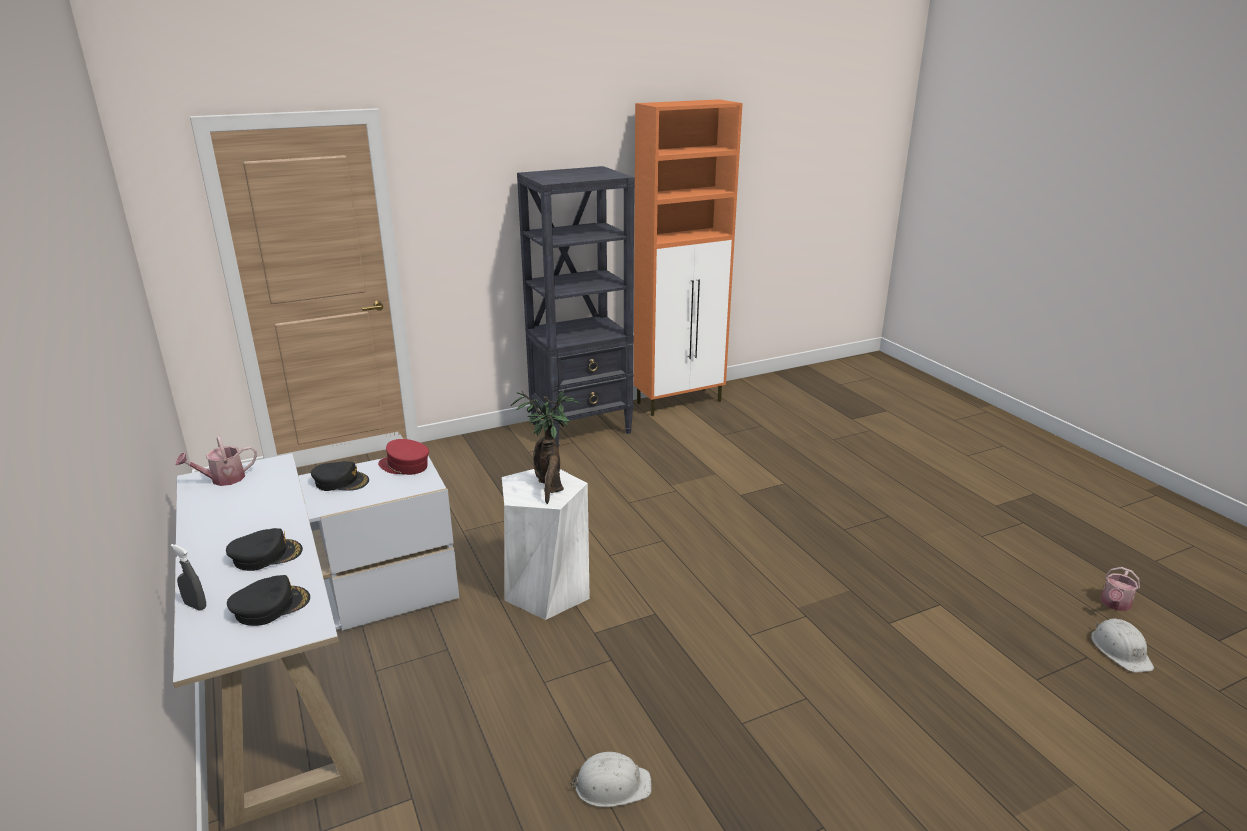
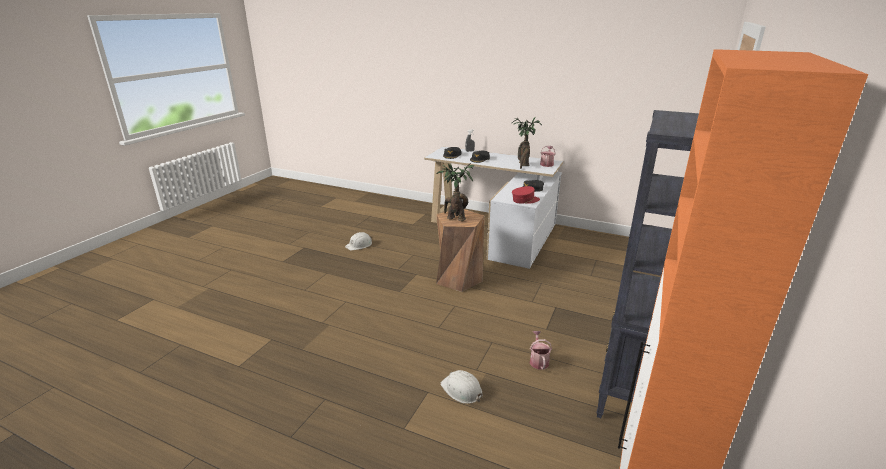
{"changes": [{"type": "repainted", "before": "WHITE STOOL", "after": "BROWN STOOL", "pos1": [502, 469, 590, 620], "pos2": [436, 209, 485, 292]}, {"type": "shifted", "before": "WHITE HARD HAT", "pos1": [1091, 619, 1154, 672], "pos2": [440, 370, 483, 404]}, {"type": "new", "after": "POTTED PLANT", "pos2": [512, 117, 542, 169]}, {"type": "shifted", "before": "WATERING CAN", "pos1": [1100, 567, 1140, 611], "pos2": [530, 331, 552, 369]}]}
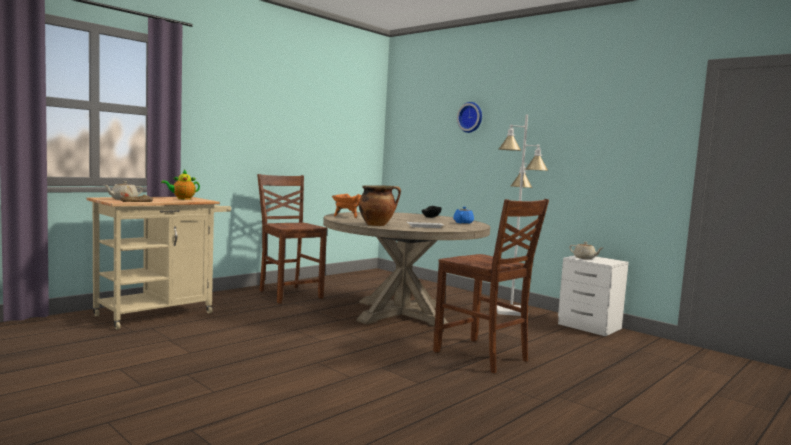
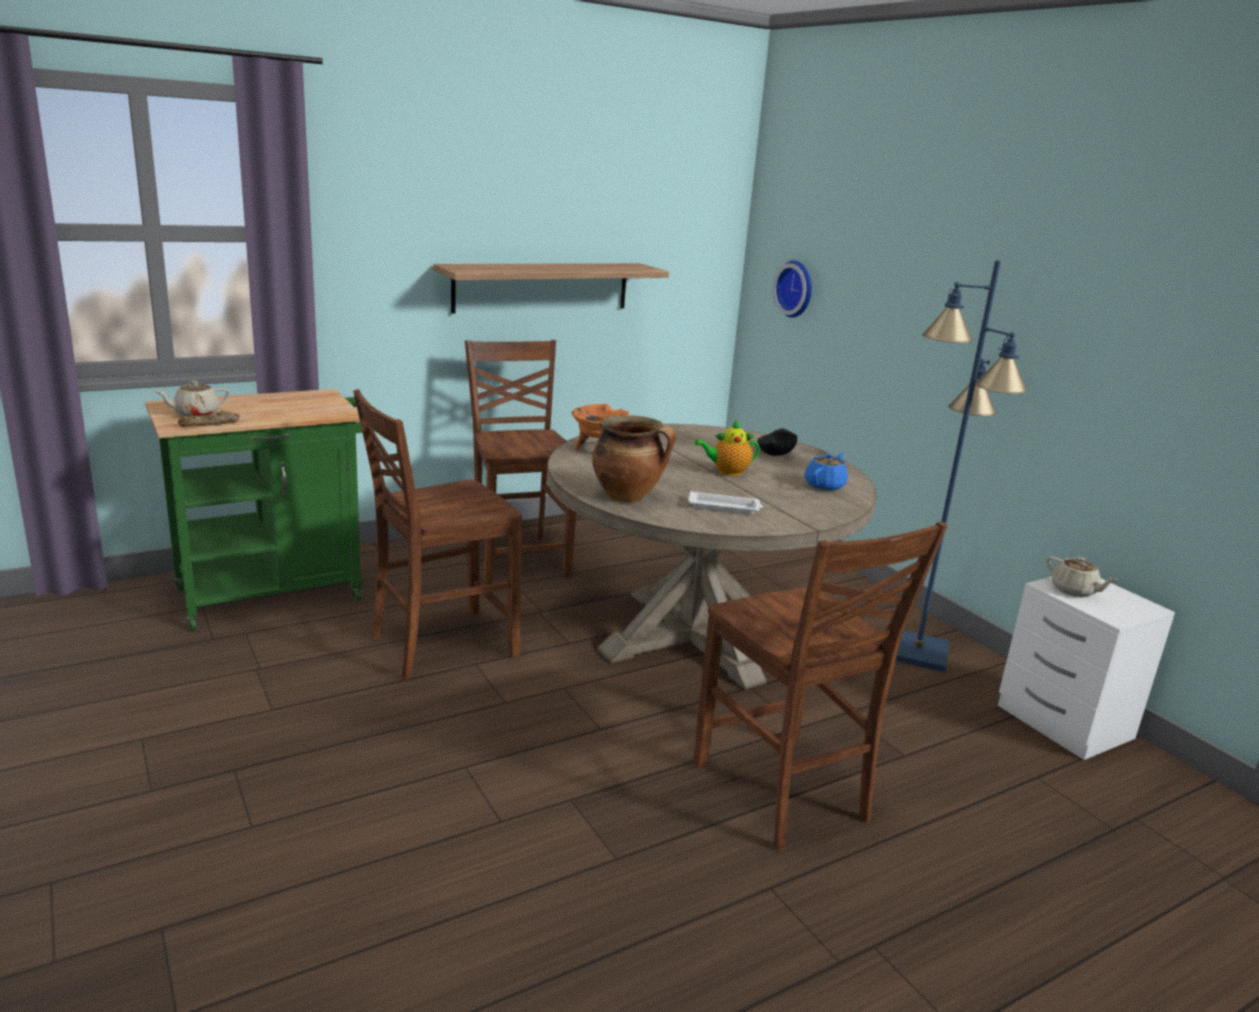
{"changes": [{"type": "repainted", "before": "BEIGE CART", "after": "GREEN CART", "pos1": [87, 197, 231, 330], "pos2": [145, 389, 376, 631]}, {"type": "new", "after": "BROWN CHAIR", "pos2": [353, 389, 522, 680]}, {"type": "new", "after": "SHELF", "pos2": [434, 263, 669, 314]}, {"type": "shifted", "before": "TEAPOT", "pos1": [161, 170, 200, 200], "pos2": [695, 420, 760, 476]}, {"type": "shifted", "before": "WALL CLOCK", "pos1": [457, 102, 482, 133], "pos2": [773, 260, 812, 318]}, {"type": "repainted", "before": "WHITE FLOOR LAMP", "after": "BLUE FLOOR LAMP", "pos1": [497, 115, 549, 316], "pos2": [896, 260, 1028, 672]}]}
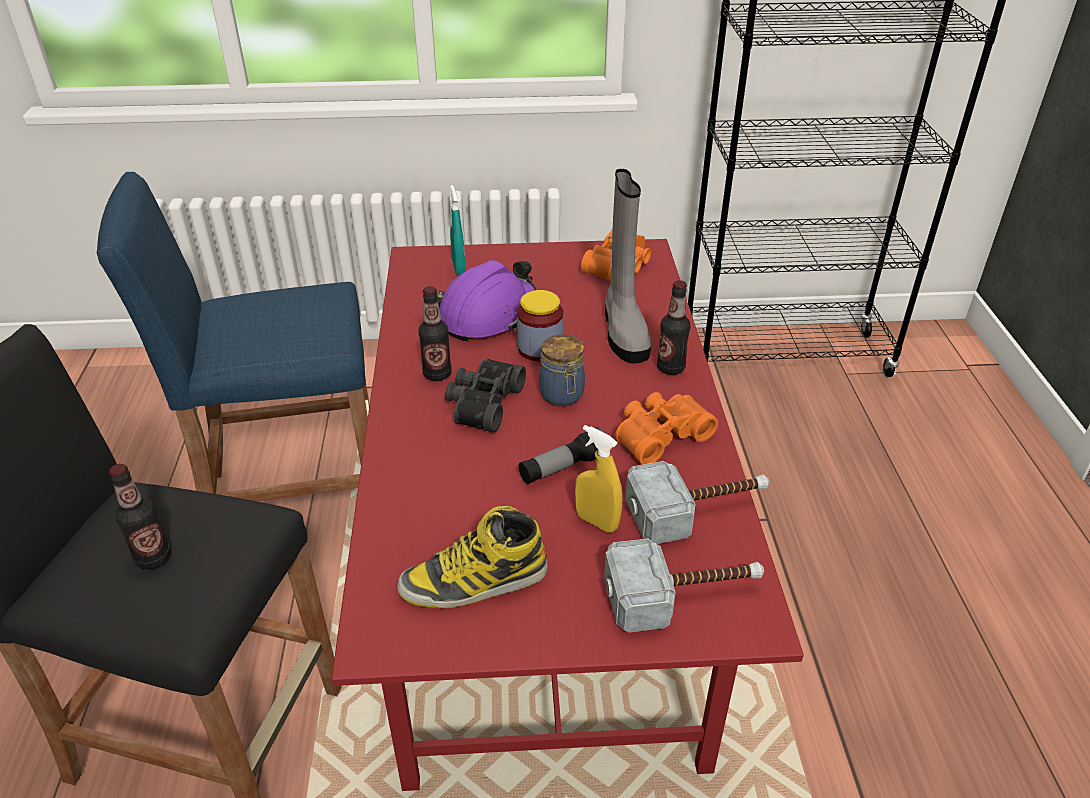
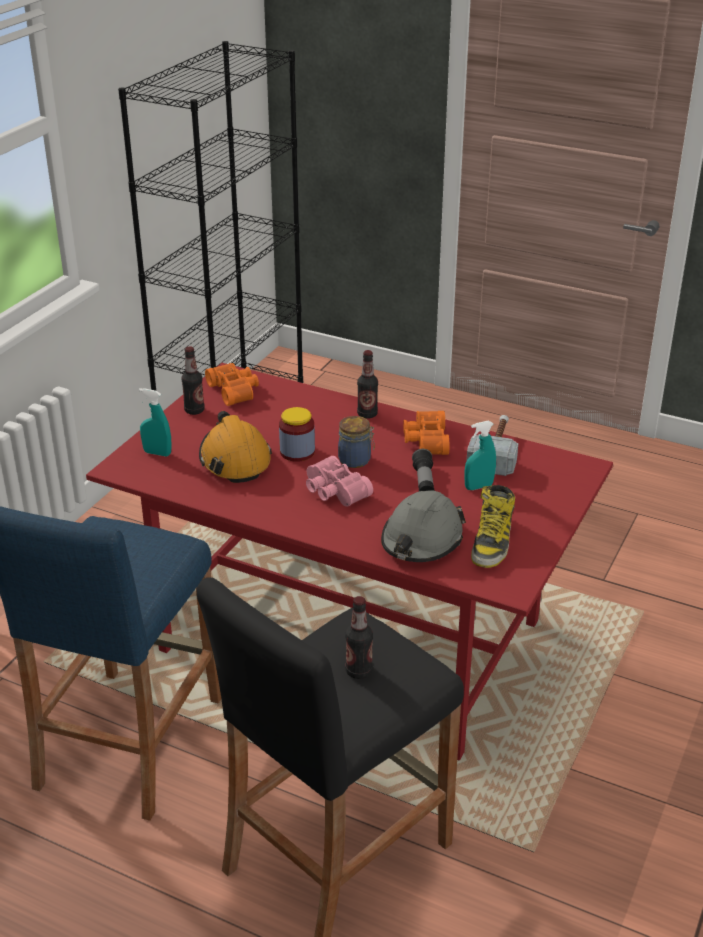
{"changes": [{"type": "shifted", "before": "BOTTLE", "pos1": [419, 286, 452, 381], "pos2": [182, 347, 205, 415]}, {"type": "repainted", "before": "PURPLE HARD HAT", "after": "ORANGE HARD HAT", "pos1": [437, 260, 536, 341], "pos2": [199, 411, 272, 483]}, {"type": "repainted", "before": "BLACK BINOCULARS", "after": "PINK BINOCULARS", "pos1": [445, 359, 526, 433], "pos2": [306, 456, 373, 507]}, {"type": "new", "after": "GREY HARD HAT", "pos2": [381, 490, 466, 562]}, {"type": "repainted", "before": "YELLOW SPRAY BOTTLE", "after": "TURQUOISE SPRAY BOTTLE", "pos1": [575, 425, 622, 533], "pos2": [464, 421, 496, 490]}, {"type": "gone", "before": "HAMMER", "pos1": [604, 539, 764, 632]}, {"type": "gone", "before": "GREY BOOT", "pos1": [605, 169, 651, 363]}]}
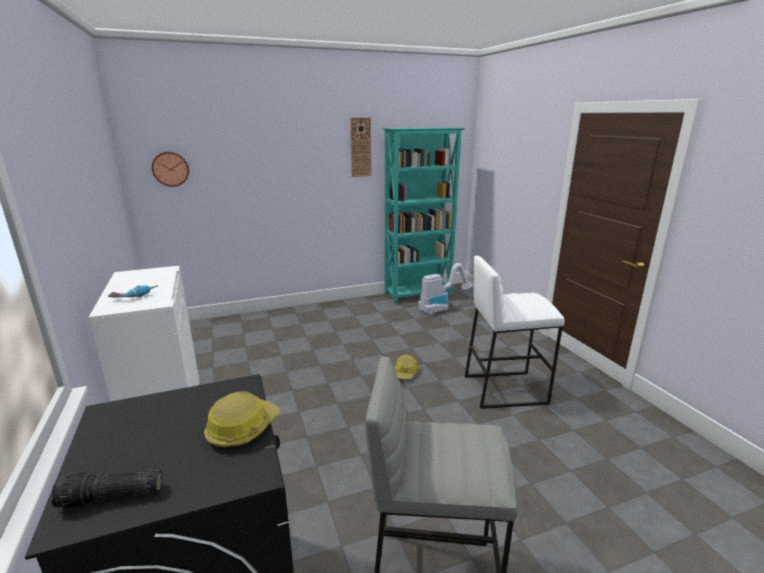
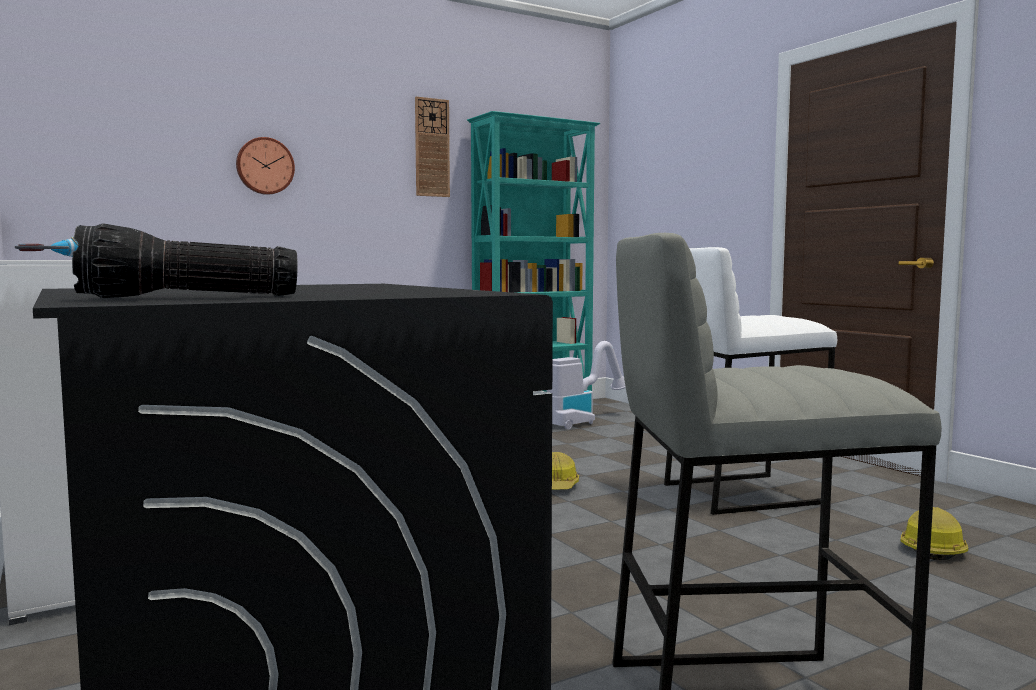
{"changes": [{"type": "shifted", "before": "WALL CLOCK", "pos1": [152, 152, 189, 187], "pos2": [236, 137, 295, 195]}, {"type": "shifted", "before": "HARD HAT", "pos1": [204, 391, 280, 449], "pos2": [901, 507, 968, 560]}]}
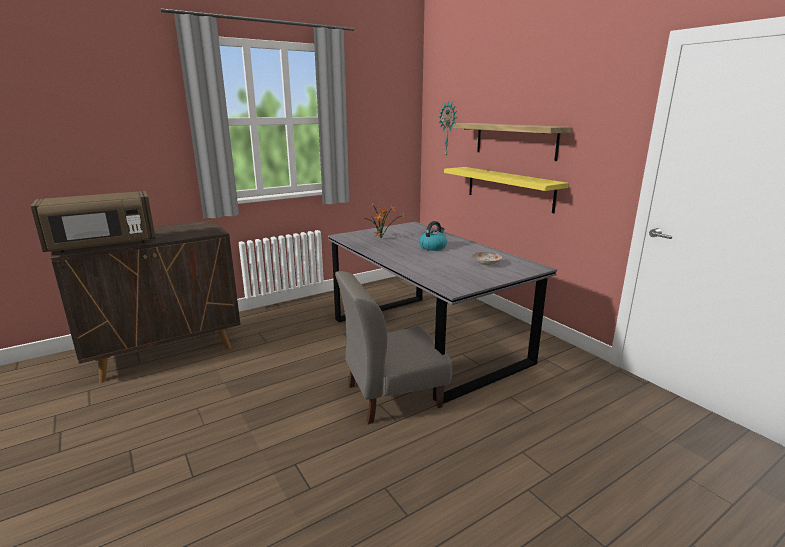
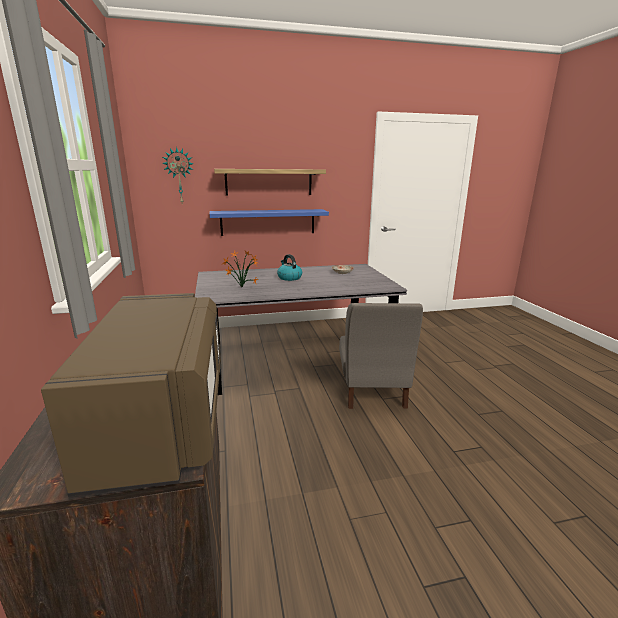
{"changes": [{"type": "repainted", "before": "YELLOW SHELF", "after": "BLUE SHELF", "pos1": [444, 167, 569, 213], "pos2": [210, 209, 329, 236]}]}
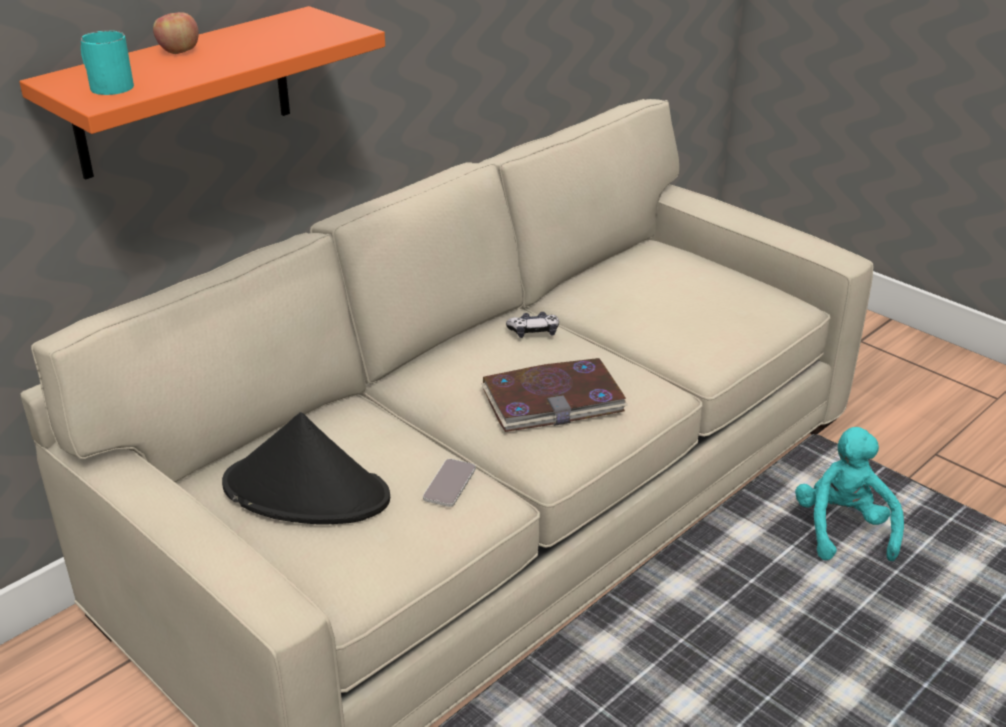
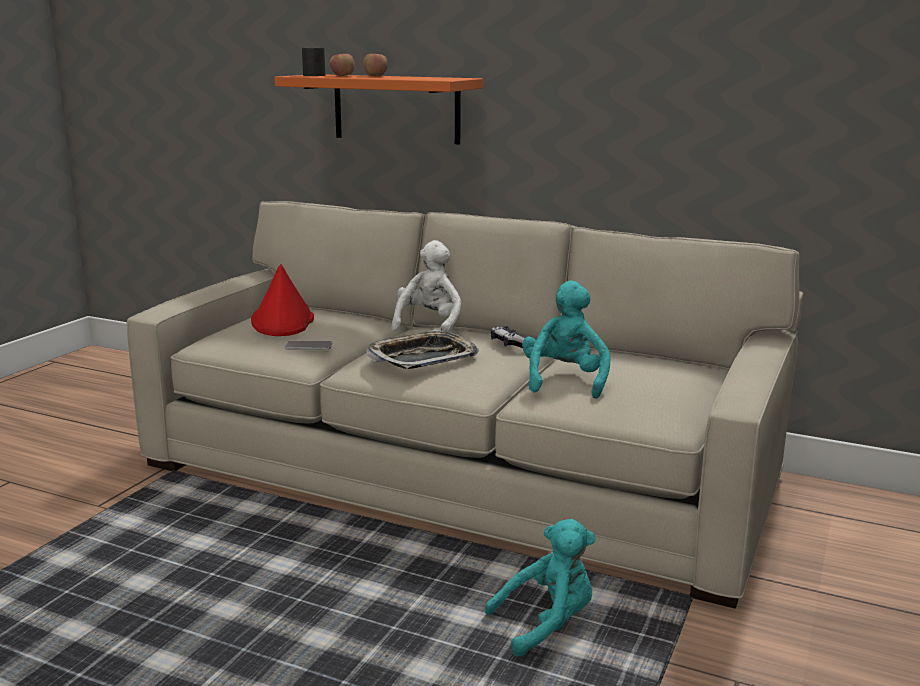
{"changes": [{"type": "repainted", "before": "BLACK HAT", "after": "RED HAT", "pos1": [222, 412, 390, 525], "pos2": [251, 264, 314, 336]}, {"type": "repainted", "before": "TURQUOISE MUG", "after": "BLACK MUG", "pos1": [80, 30, 134, 95], "pos2": [302, 47, 325, 76]}, {"type": "new", "after": "APPLE", "pos2": [330, 54, 355, 76]}, {"type": "swapped", "before": "BOOK", "after": "TRAY", "pos1": [481, 358, 629, 432], "pos2": [366, 330, 479, 369]}, {"type": "new", "after": "WHITE PLUSH TOY", "pos2": [391, 240, 462, 332]}, {"type": "new", "after": "TURQUOISE PLUSH TOY", "pos2": [522, 281, 610, 399]}]}
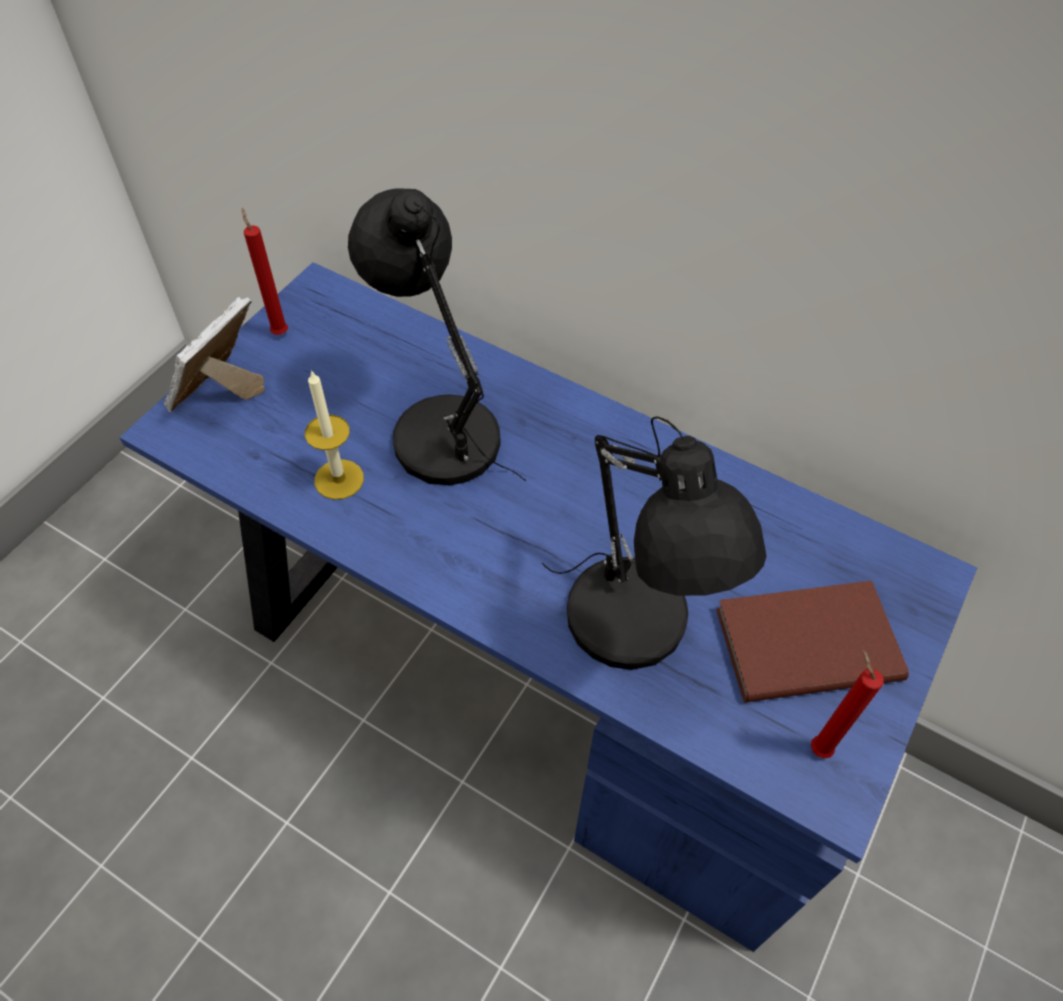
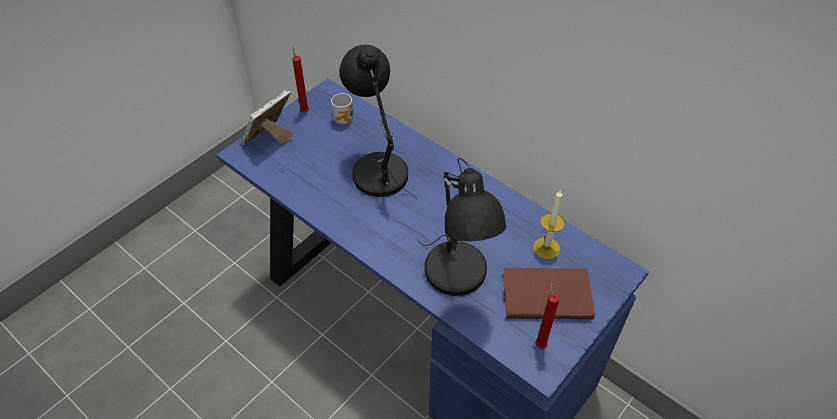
{"changes": [{"type": "new", "after": "MUG", "pos2": [331, 93, 353, 124]}, {"type": "shifted", "before": "CANDLE", "pos1": [305, 370, 364, 500], "pos2": [533, 189, 565, 259]}]}
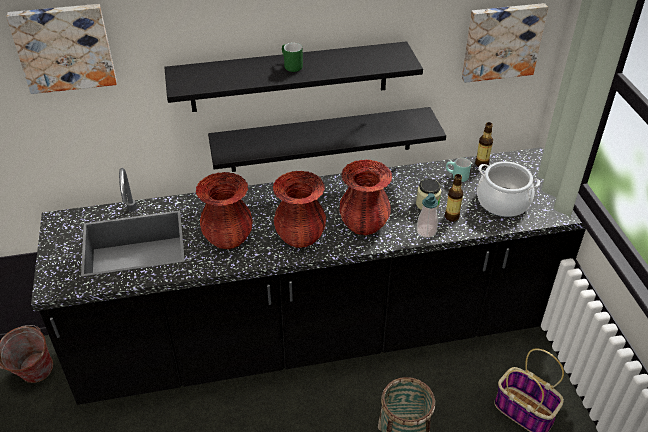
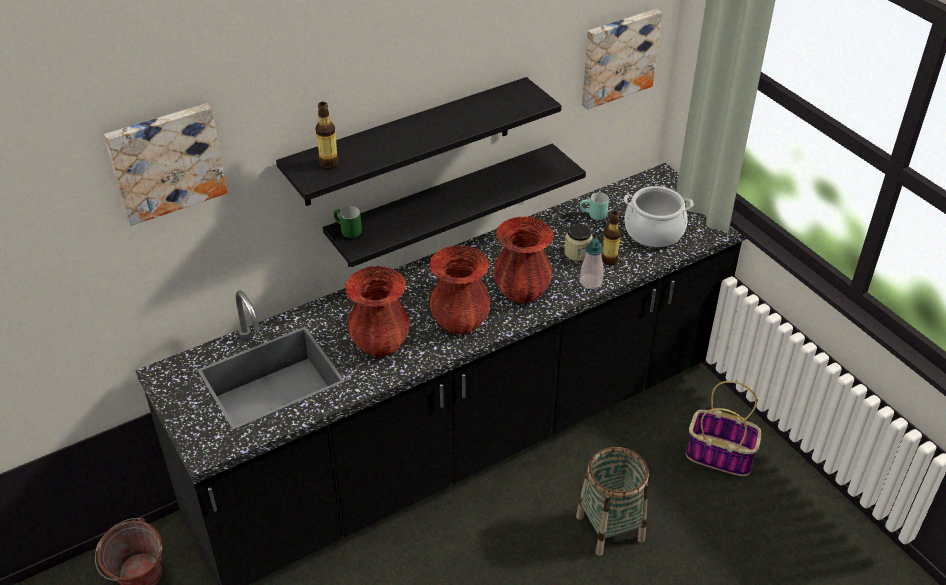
{"changes": [{"type": "shifted", "before": "BOTTLE", "pos1": [475, 122, 493, 168], "pos2": [315, 102, 339, 169]}, {"type": "shifted", "before": "GREEN MUG", "pos1": [282, 43, 303, 72], "pos2": [333, 206, 362, 238]}]}
